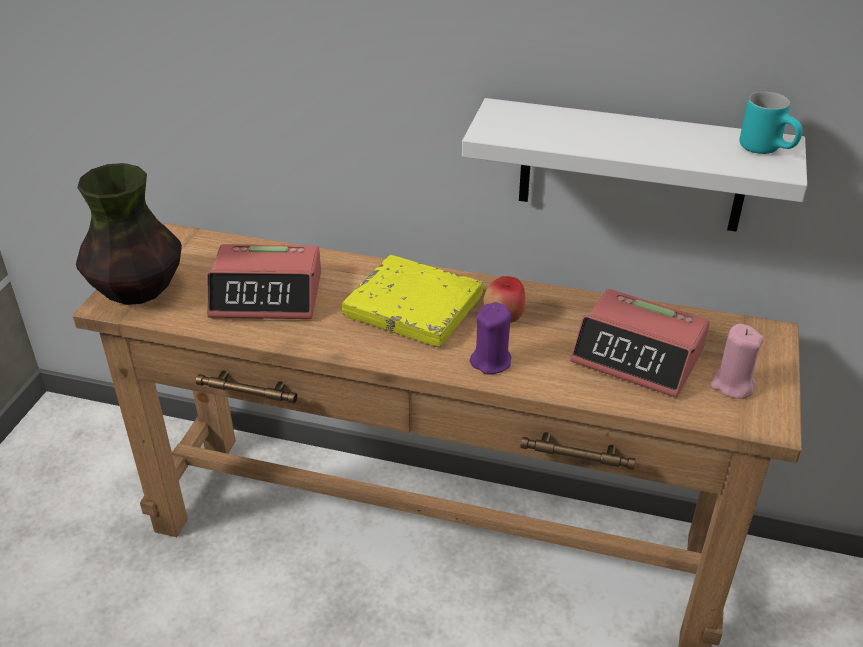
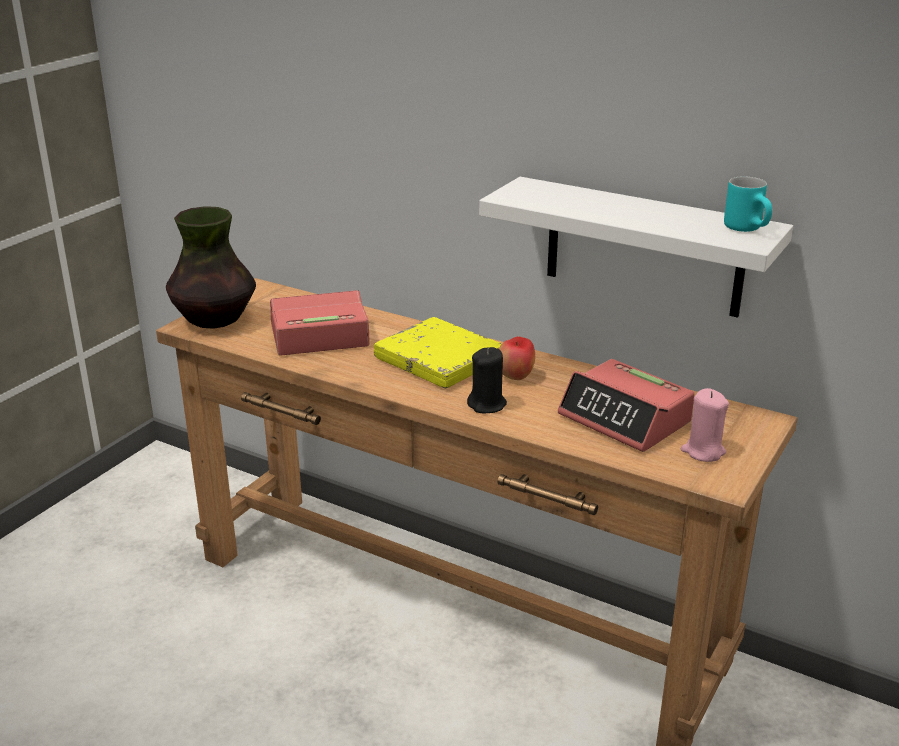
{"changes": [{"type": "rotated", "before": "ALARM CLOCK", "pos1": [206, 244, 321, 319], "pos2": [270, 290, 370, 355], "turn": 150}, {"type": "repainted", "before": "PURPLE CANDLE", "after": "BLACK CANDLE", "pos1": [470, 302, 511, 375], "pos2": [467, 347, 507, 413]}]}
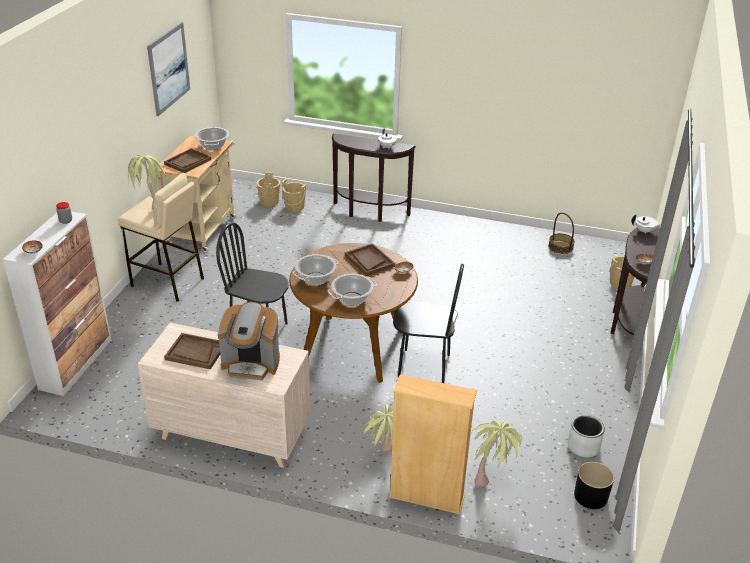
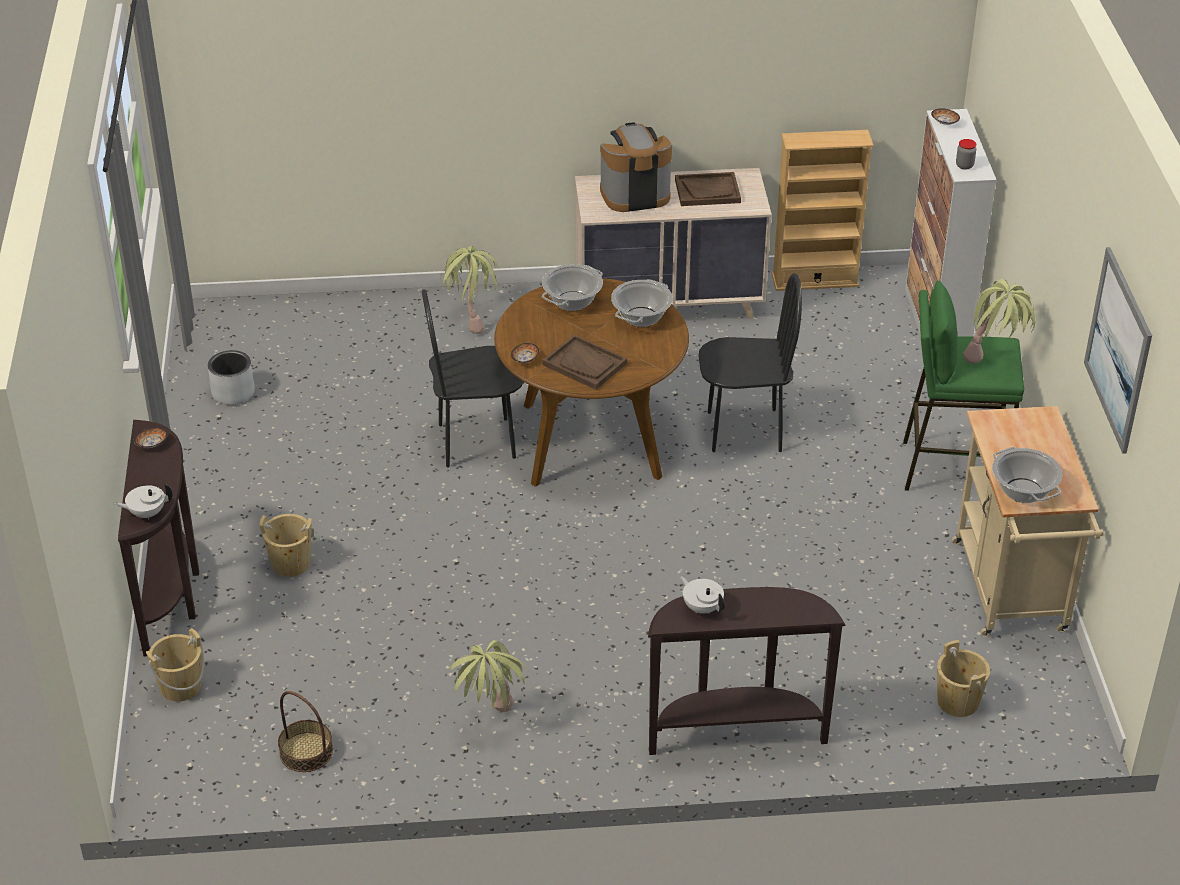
{"changes": [{"type": "shifted", "before": "BEIGE BUCKET", "pos1": [282, 179, 306, 212], "pos2": [260, 514, 314, 577]}, {"type": "shifted", "before": "POTTED PLANT", "pos1": [472, 421, 522, 488], "pos2": [450, 640, 530, 712]}, {"type": "shifted", "before": "BEIGE BOOKCASE", "pos1": [389, 374, 477, 514], "pos2": [772, 130, 873, 291]}, {"type": "repainted", "before": "BEIGE STOOL", "after": "GREEN STOOL", "pos1": [118, 173, 204, 302], "pos2": [903, 281, 1024, 491]}, {"type": "gone", "before": "BROWN TRAY", "pos1": [164, 149, 211, 173]}, {"type": "gone", "before": "BLACK PLANTER", "pos1": [574, 462, 614, 509]}]}
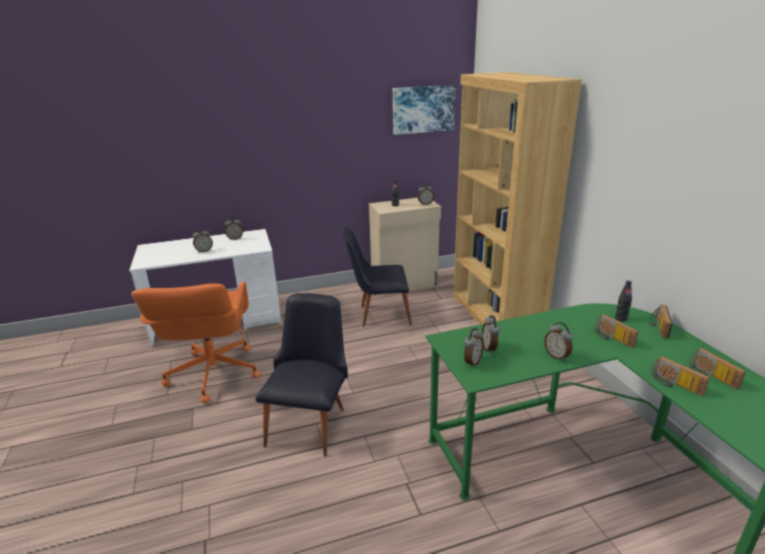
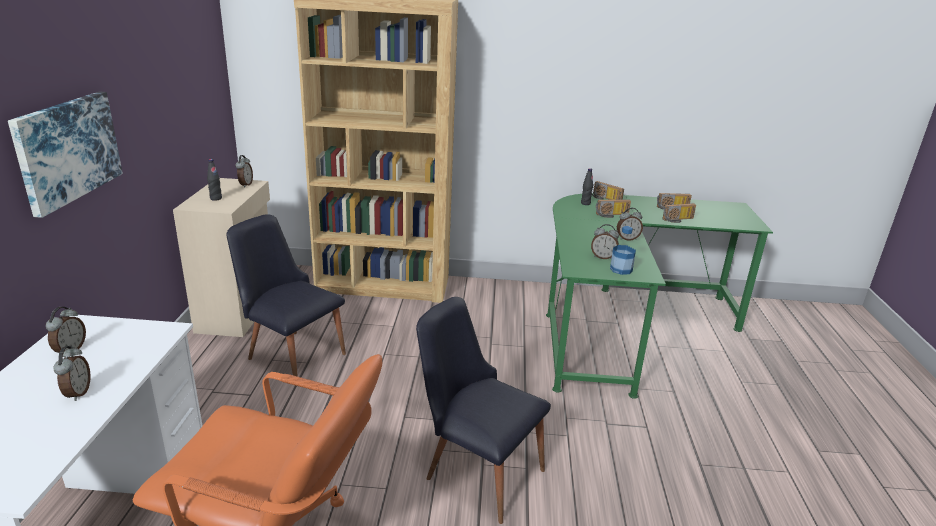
{"changes": [{"type": "shifted", "before": "PICTURE", "pos1": [393, 85, 456, 135], "pos2": [8, 92, 123, 218]}, {"type": "rotated", "before": "BLACK CHAIR", "pos1": [343, 227, 412, 327], "pos2": [226, 214, 346, 377], "turn": 105}, {"type": "swapped", "before": "ALARM CLOCK", "after": "BOTTLE", "pos1": [464, 328, 484, 368], "pos2": [610, 226, 636, 275]}]}
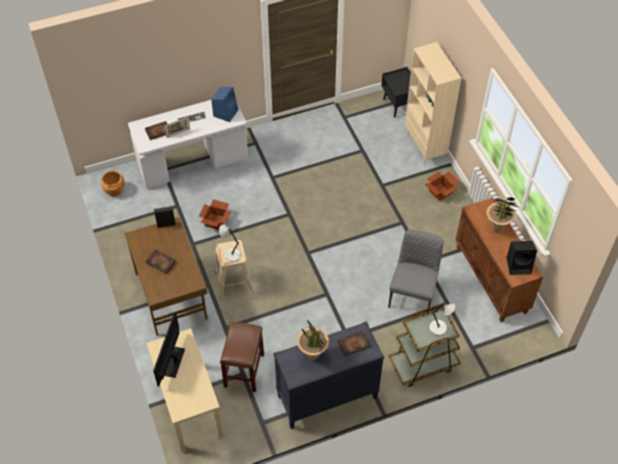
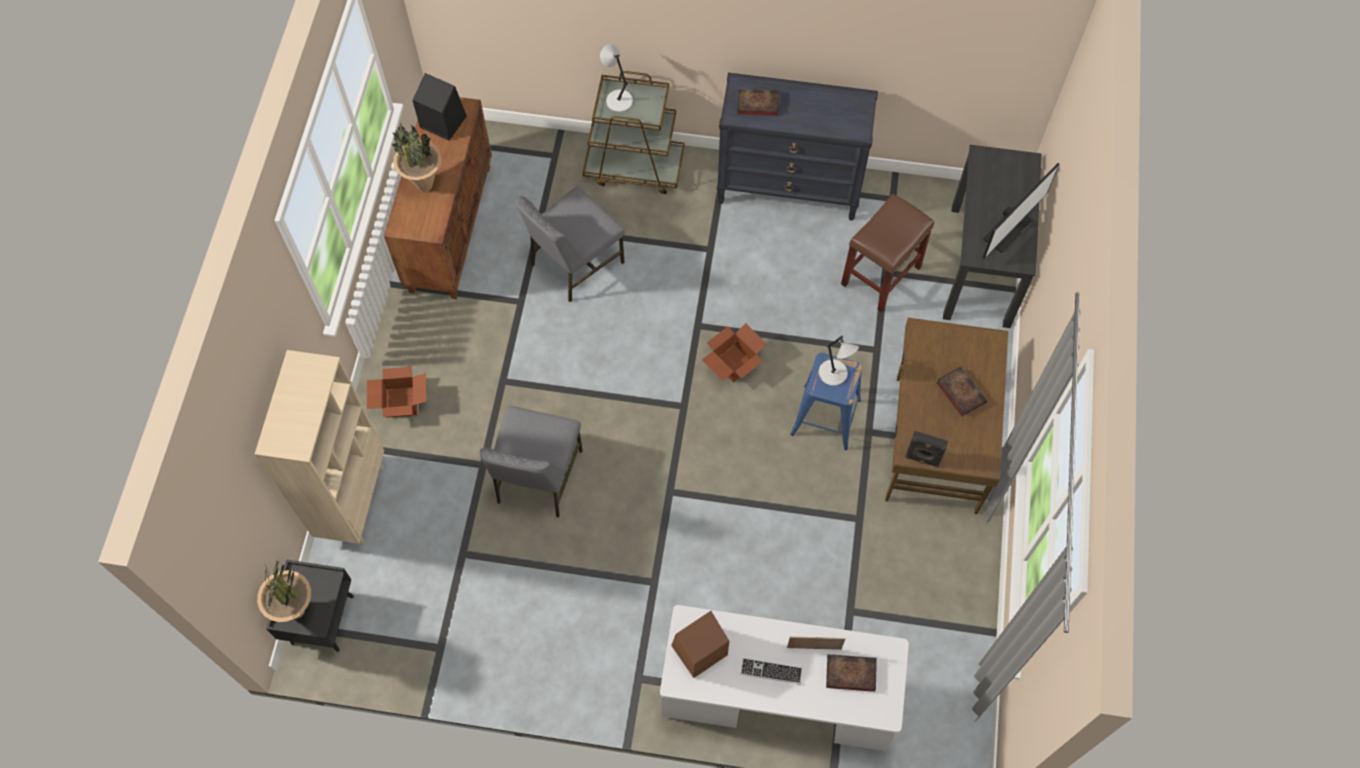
{"changes": [{"type": "shifted", "before": "POTTED PLANT", "pos1": [297, 319, 329, 360], "pos2": [257, 560, 311, 622]}, {"type": "new", "after": "GREY CHAIR", "pos2": [480, 405, 583, 518]}, {"type": "repainted", "before": "BLUE SPEAKER", "after": "BROWN SPEAKER", "pos1": [211, 87, 239, 122], "pos2": [671, 611, 729, 678]}, {"type": "shifted", "before": "CARDBOARD BOX", "pos1": [199, 199, 231, 230], "pos2": [702, 323, 767, 382]}, {"type": "repainted", "before": "BEIGE STOOL", "after": "BLUE STOOL", "pos1": [215, 240, 254, 298], "pos2": [790, 353, 862, 450]}, {"type": "repainted", "before": "BEIGE DESK", "after": "BLACK DESK", "pos1": [146, 328, 224, 452], "pos2": [943, 145, 1042, 328]}, {"type": "gone", "before": "BROWN PLANTER", "pos1": [101, 170, 124, 196]}]}
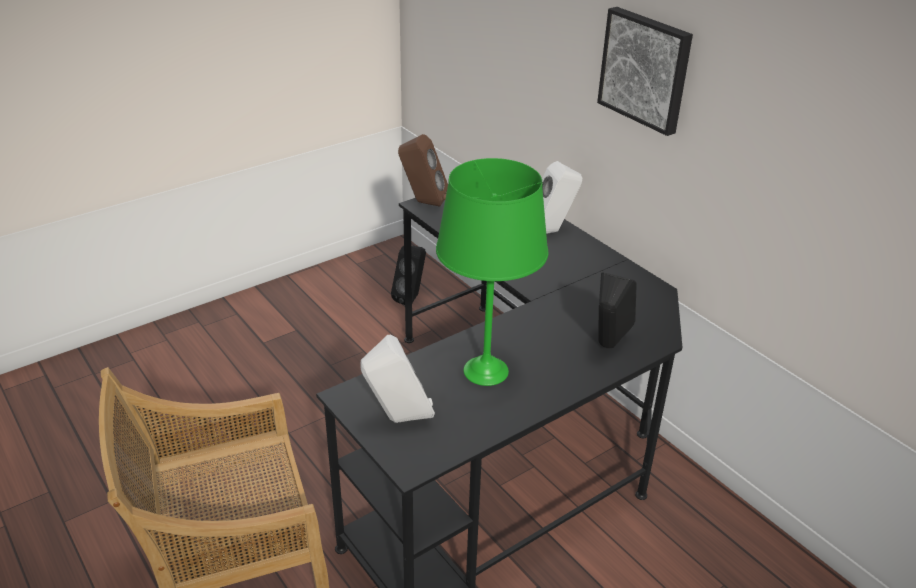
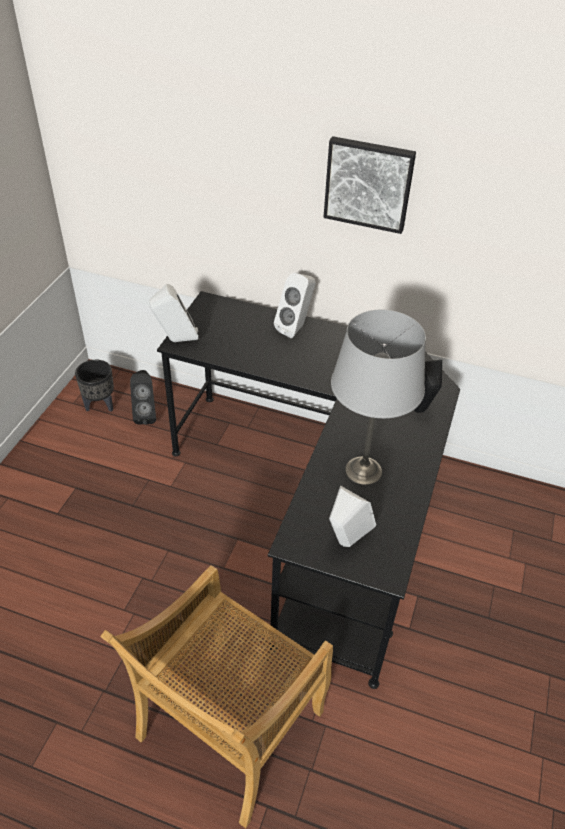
{"changes": [{"type": "new", "after": "BLACK PLANTER", "pos2": [75, 360, 114, 412]}, {"type": "repainted", "before": "BROWN SPEAKER", "after": "WHITE SPEAKER", "pos1": [398, 134, 448, 207], "pos2": [149, 284, 198, 342]}, {"type": "repainted", "before": "GREEN TABLE LAMP", "after": "GREY TABLE LAMP", "pos1": [436, 158, 548, 386], "pos2": [331, 310, 426, 485]}]}
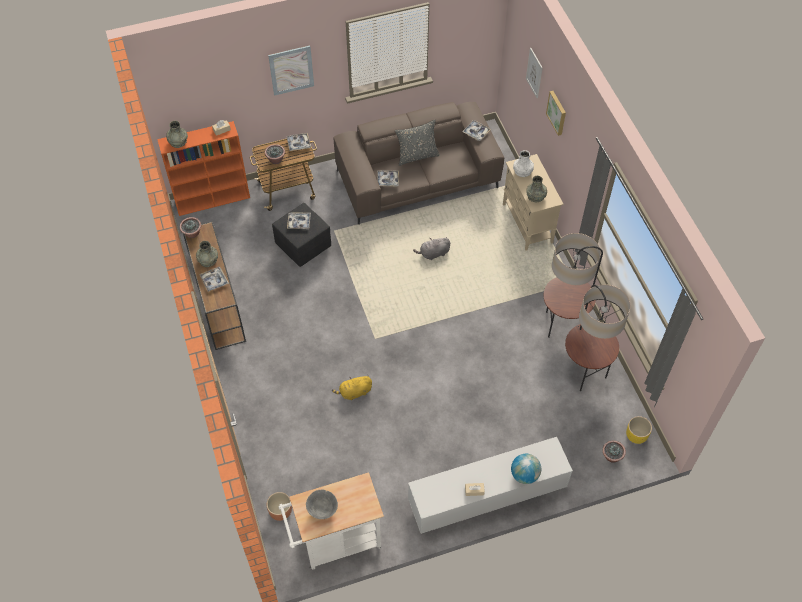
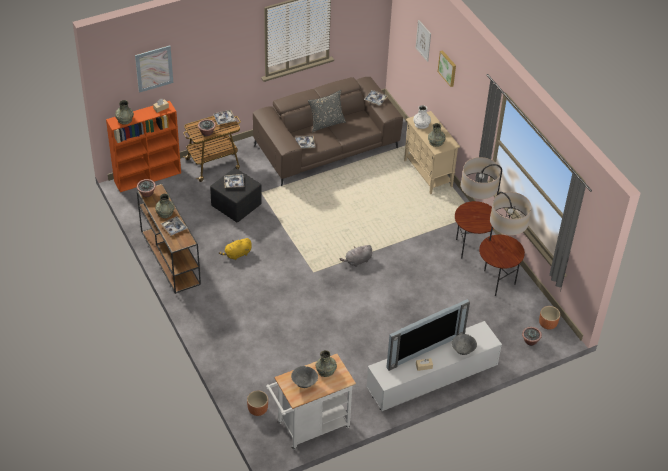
{"changes": [{"type": "shifted", "before": "PICTURE", "pos1": [268, 46, 314, 96], "pos2": [135, 45, 173, 93]}, {"type": "shifted", "before": "YELLOW PLUSH TOY", "pos1": [332, 375, 372, 400], "pos2": [219, 238, 252, 260]}, {"type": "new", "after": "GREY VASE", "pos2": [315, 350, 337, 377]}, {"type": "shifted", "before": "GREY PLUSH TOY", "pos1": [413, 237, 450, 260], "pos2": [340, 245, 372, 267]}, {"type": "new", "after": "TELEVISION", "pos2": [386, 299, 470, 371]}, {"type": "swapped", "before": "GLOBE", "after": "GREY BOWL", "pos1": [511, 454, 541, 484], "pos2": [452, 334, 477, 355]}, {"type": "repainted", "before": "YELLOW PLANTER", "after": "BROWN PLANTER", "pos1": [626, 416, 652, 444], "pos2": [539, 306, 560, 329]}]}
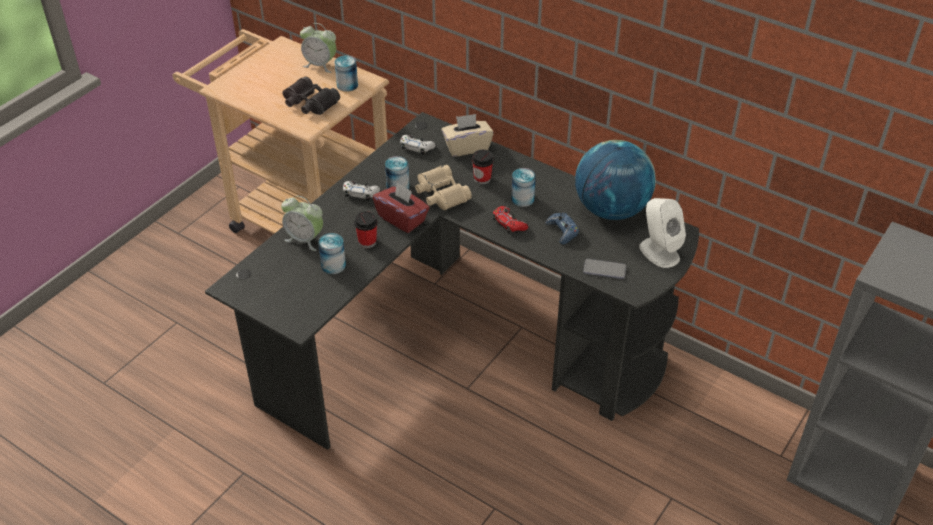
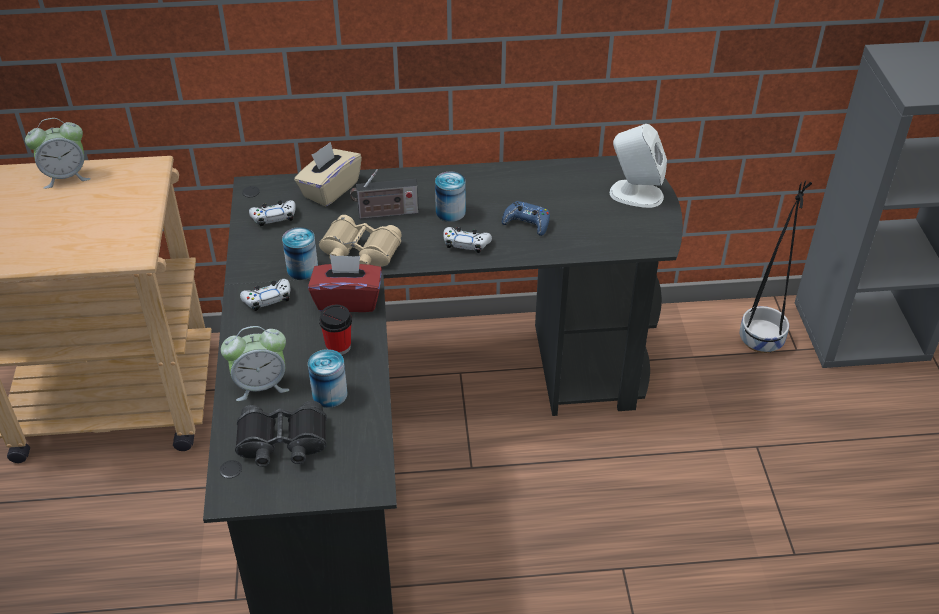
{"changes": [{"type": "shifted", "before": "BLACK BINOCULARS", "pos1": [283, 77, 340, 115], "pos2": [235, 401, 327, 467]}, {"type": "swapped", "before": "CUP", "after": "RADIO", "pos1": [472, 150, 494, 185], "pos2": [350, 169, 419, 219]}, {"type": "repainted", "before": "RED GAME CONTROLLER", "after": "WHITE GAME CONTROLLER", "pos1": [493, 206, 528, 233], "pos2": [443, 227, 492, 253]}, {"type": "new", "after": "BLACK PLANTER", "pos2": [740, 181, 812, 353]}, {"type": "gone", "before": "CAN", "pos1": [335, 55, 358, 92]}, {"type": "gone", "before": "GLOBE", "pos1": [575, 140, 656, 220]}, {"type": "gone", "before": "PHONE", "pos1": [583, 259, 626, 279]}]}
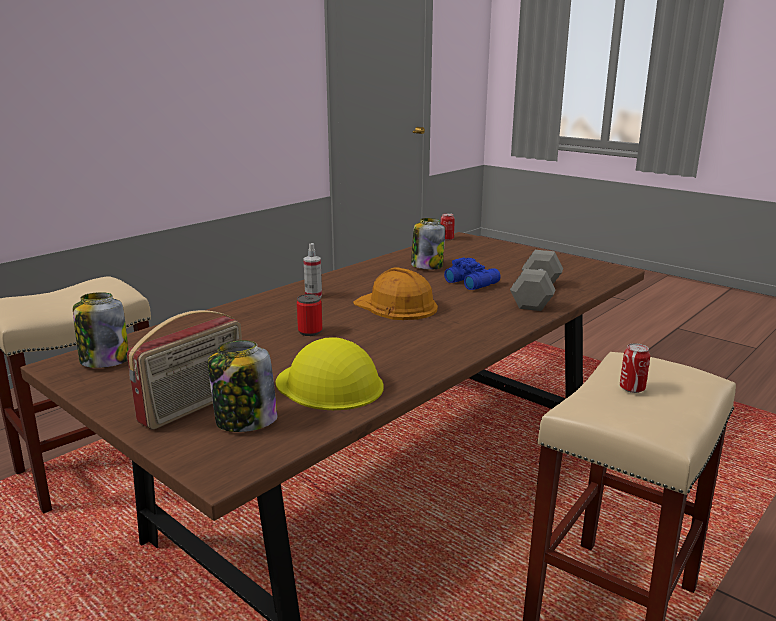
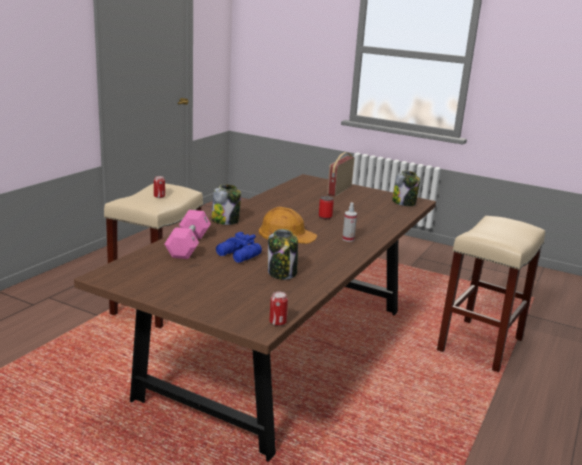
{"changes": [{"type": "repainted", "before": "GREY DUMBBELL", "after": "PINK DUMBBELL", "pos1": [510, 250, 563, 311], "pos2": [165, 210, 211, 259]}, {"type": "shifted", "before": "JAR", "pos1": [208, 341, 278, 432], "pos2": [211, 184, 241, 225]}, {"type": "gone", "before": "YELLOW HARD HAT", "pos1": [276, 338, 384, 410]}]}
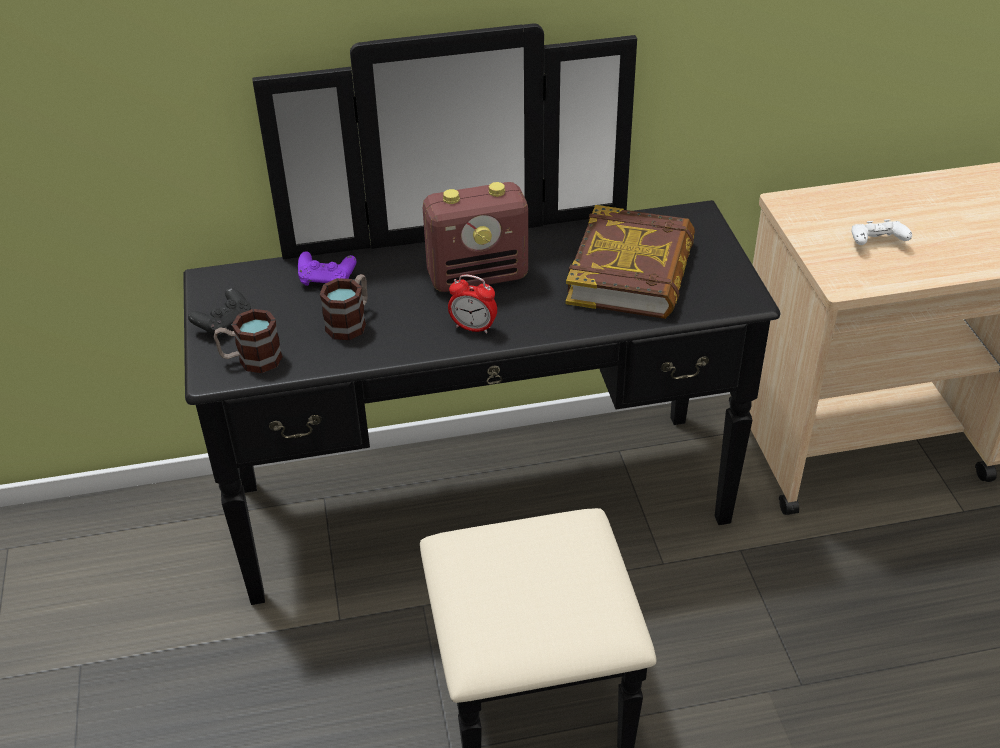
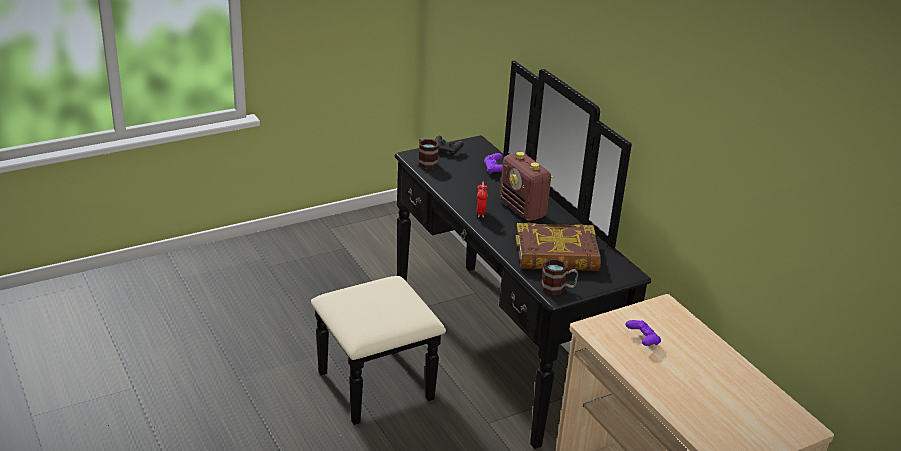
{"changes": [{"type": "shifted", "before": "MUG", "pos1": [320, 274, 368, 340], "pos2": [541, 259, 578, 295]}, {"type": "repainted", "before": "WHITE GAME CONTROLLER", "after": "PURPLE GAME CONTROLLER", "pos1": [851, 219, 912, 245], "pos2": [625, 320, 661, 346]}]}
